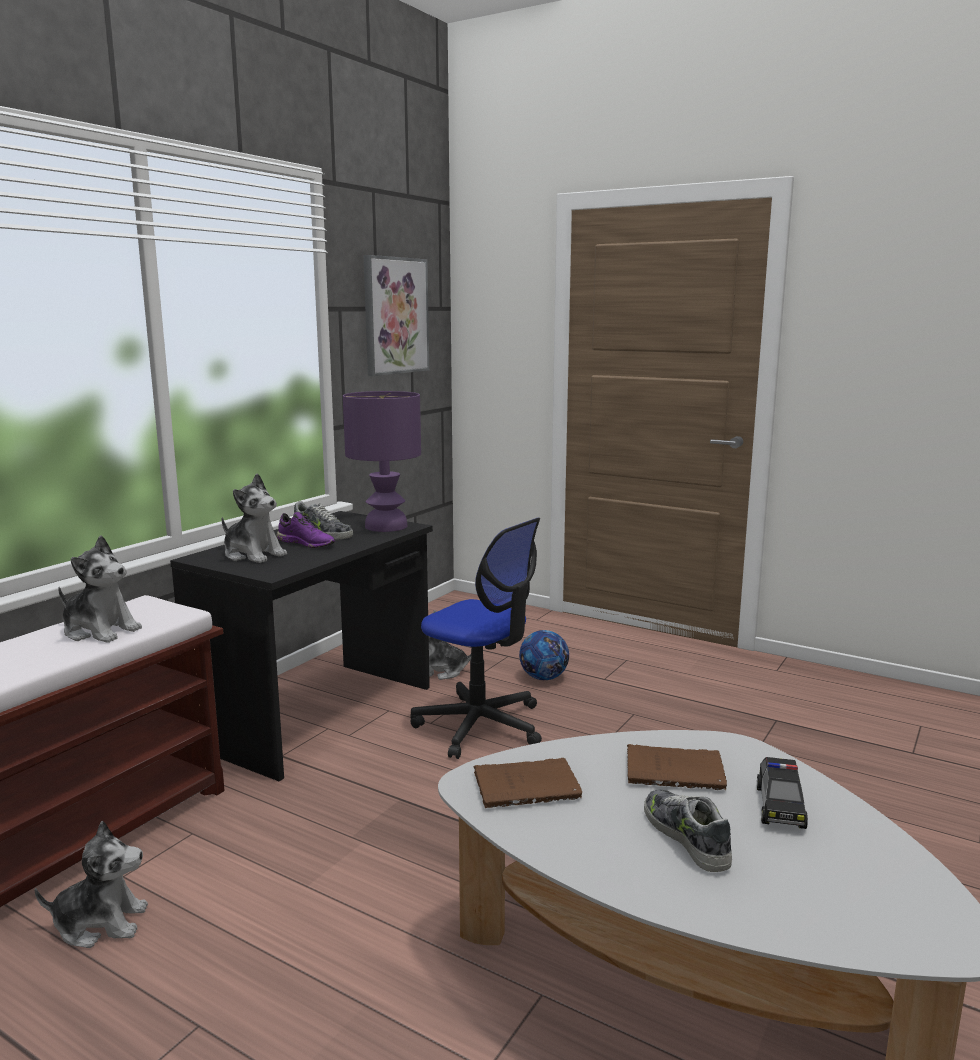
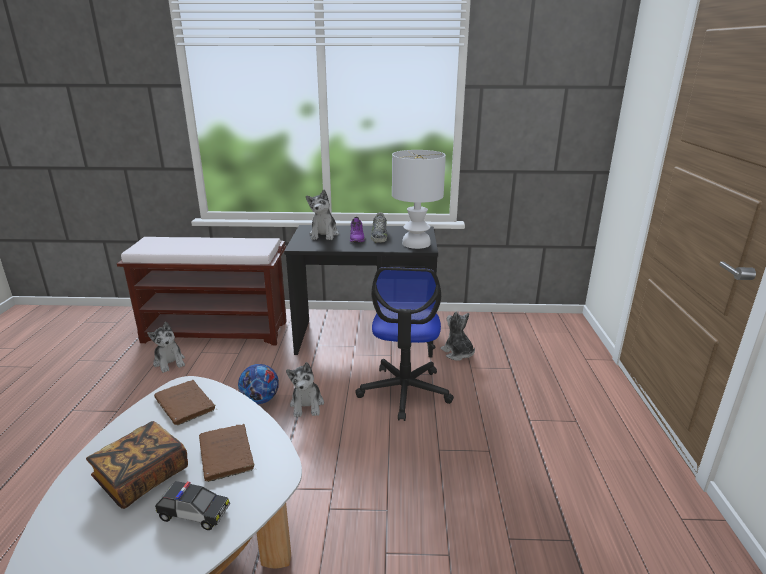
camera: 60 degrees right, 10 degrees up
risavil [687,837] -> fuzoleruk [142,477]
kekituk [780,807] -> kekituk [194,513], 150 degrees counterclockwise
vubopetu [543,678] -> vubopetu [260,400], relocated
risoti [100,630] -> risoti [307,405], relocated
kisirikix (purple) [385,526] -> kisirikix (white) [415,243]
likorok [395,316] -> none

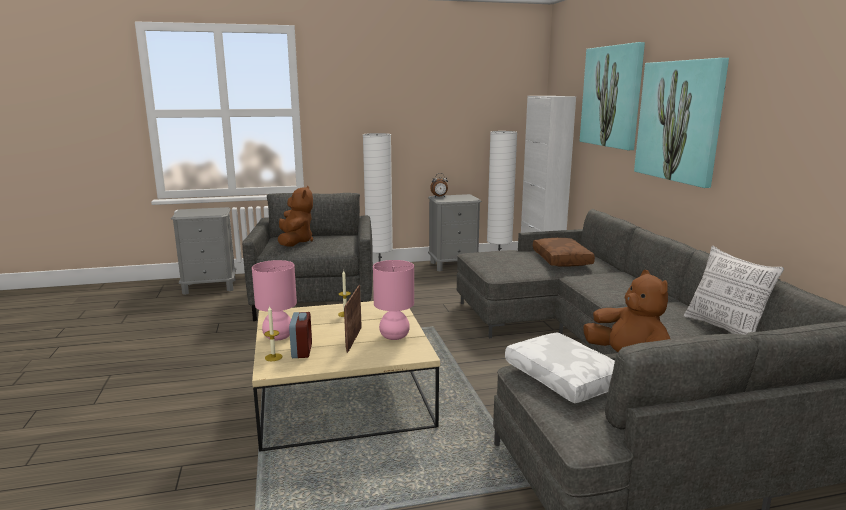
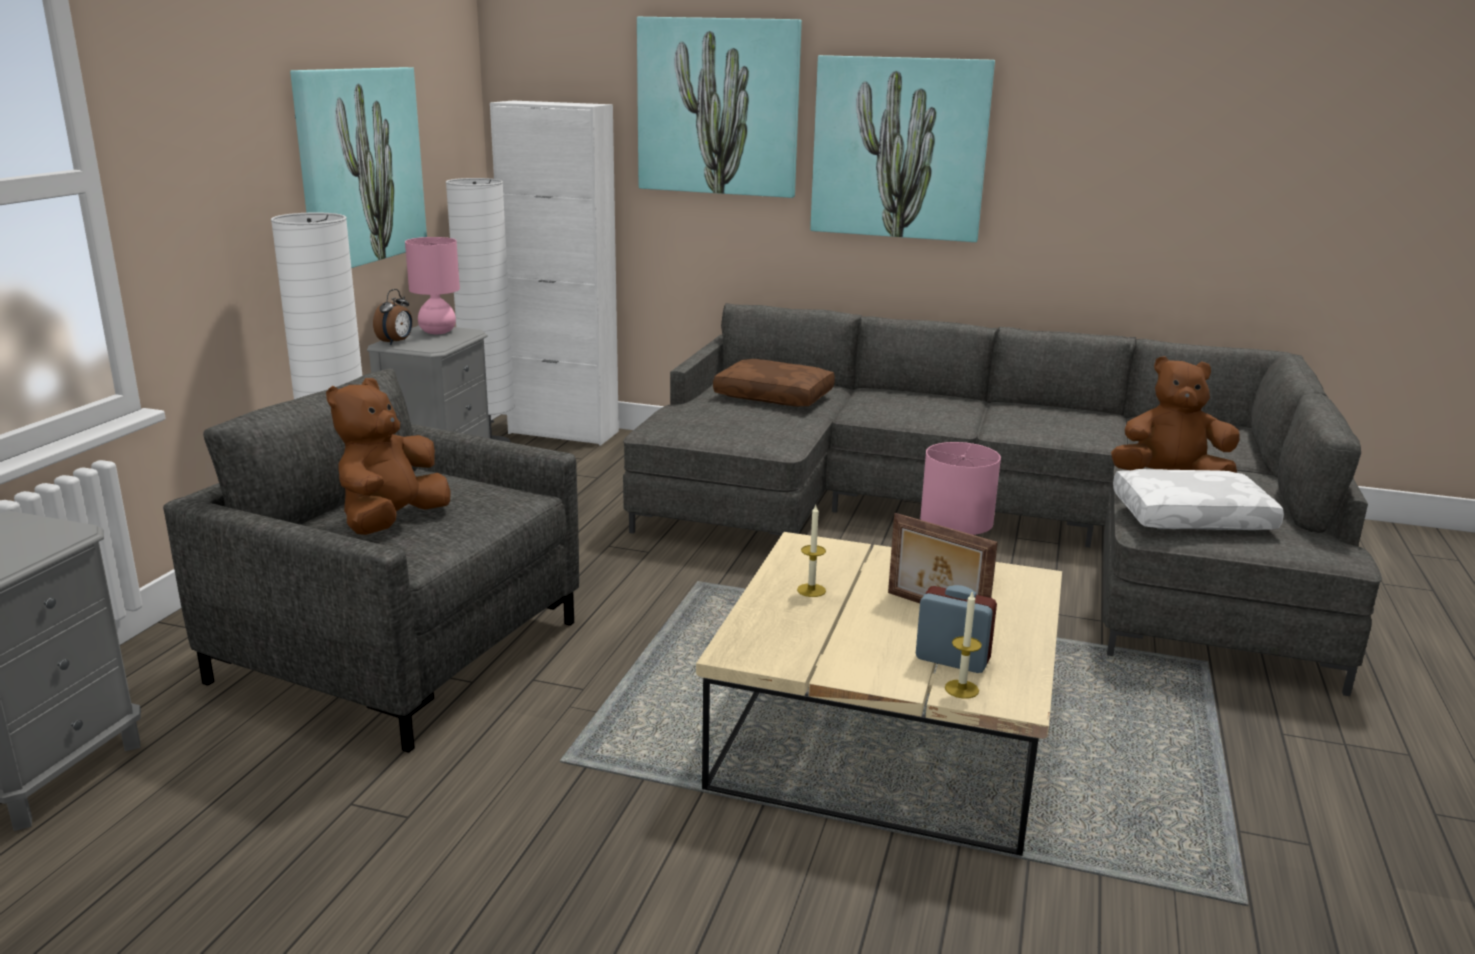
camera: 60 degrees left, 5 degrees up
none -> likorok [359,166]
risoti (brown) [295,242] -> risoti (brown) [392,523], 90 degrees counterclockwise
kisirikix (pink) [278,337] -> kisirikix (pink) [437,332], relocated
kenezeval [724,329] -> none

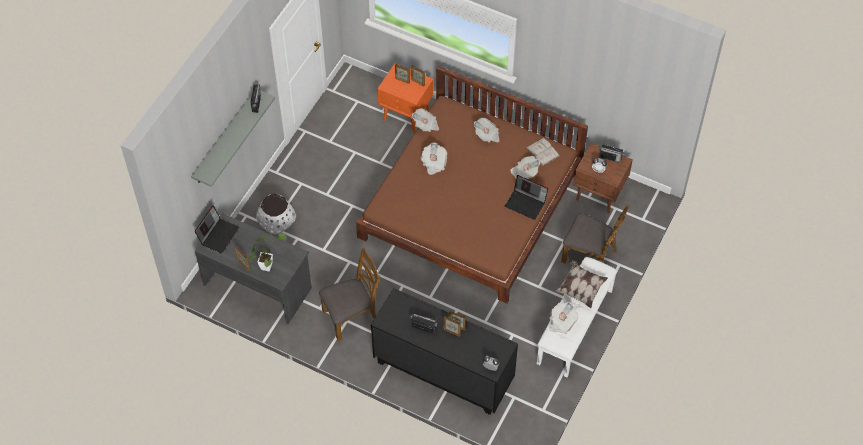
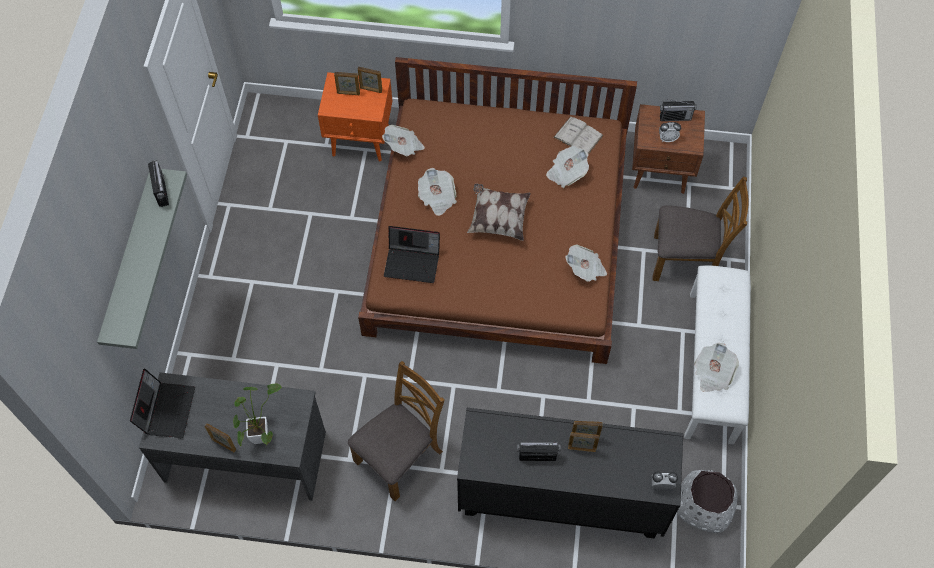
camera: 20 degrees left, 5 degrees up
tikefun [526,203] -> tikefun [413,262], relocated
kenezeval [580,288] -> kenezeval [498,218], relocated
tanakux [487,135] -> tanakux [585,269], relocated
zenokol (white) [276,219] -> zenokol (white) [705,504], relocated

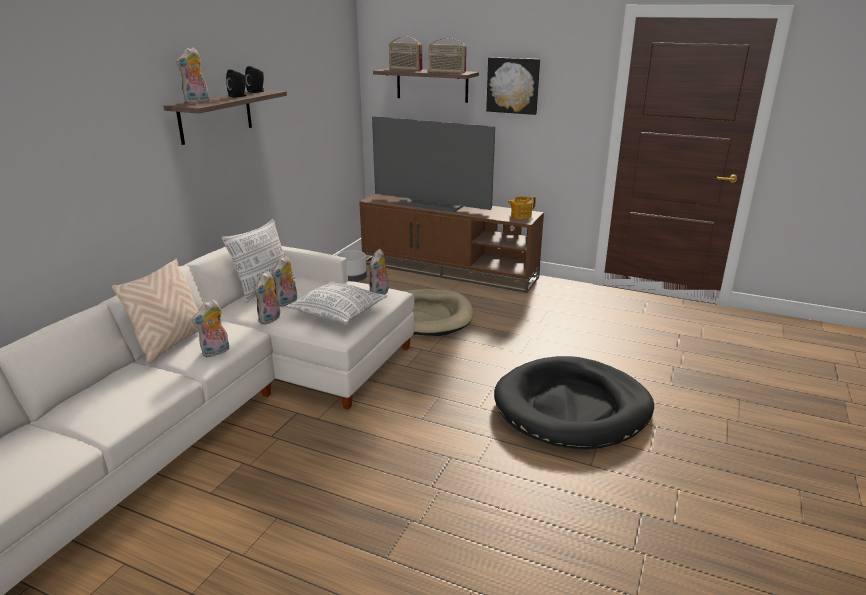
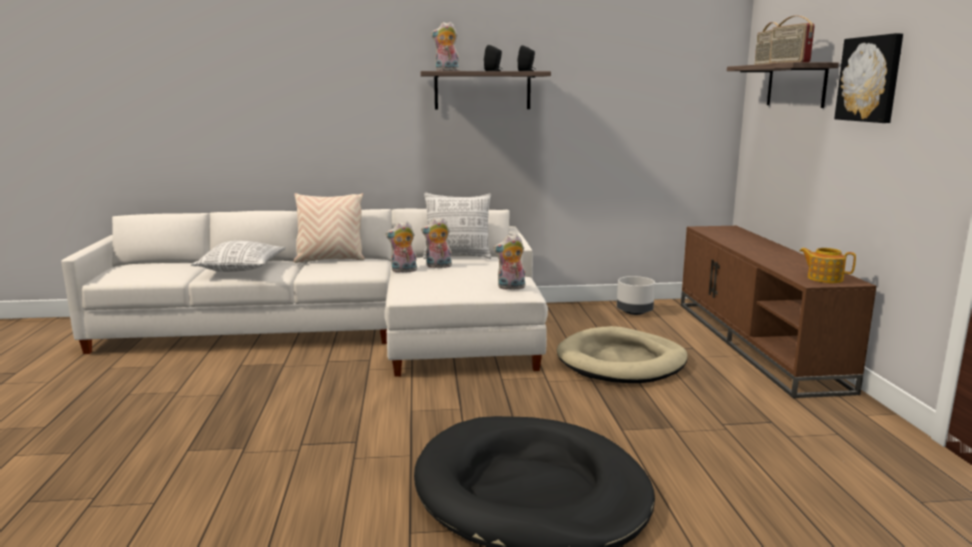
camera: 60 degrees right, 10 degrees down
kenezeval [338,313] -> kenezeval [241,268], relocated
risoti [216,352] -> none
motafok [432,204] -> none

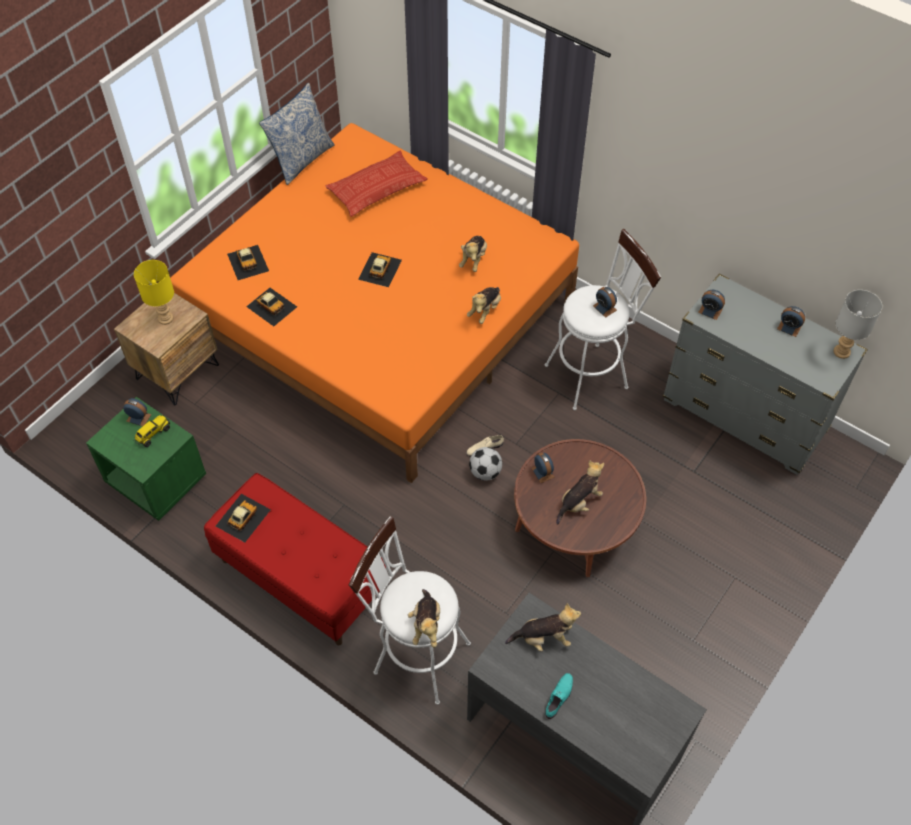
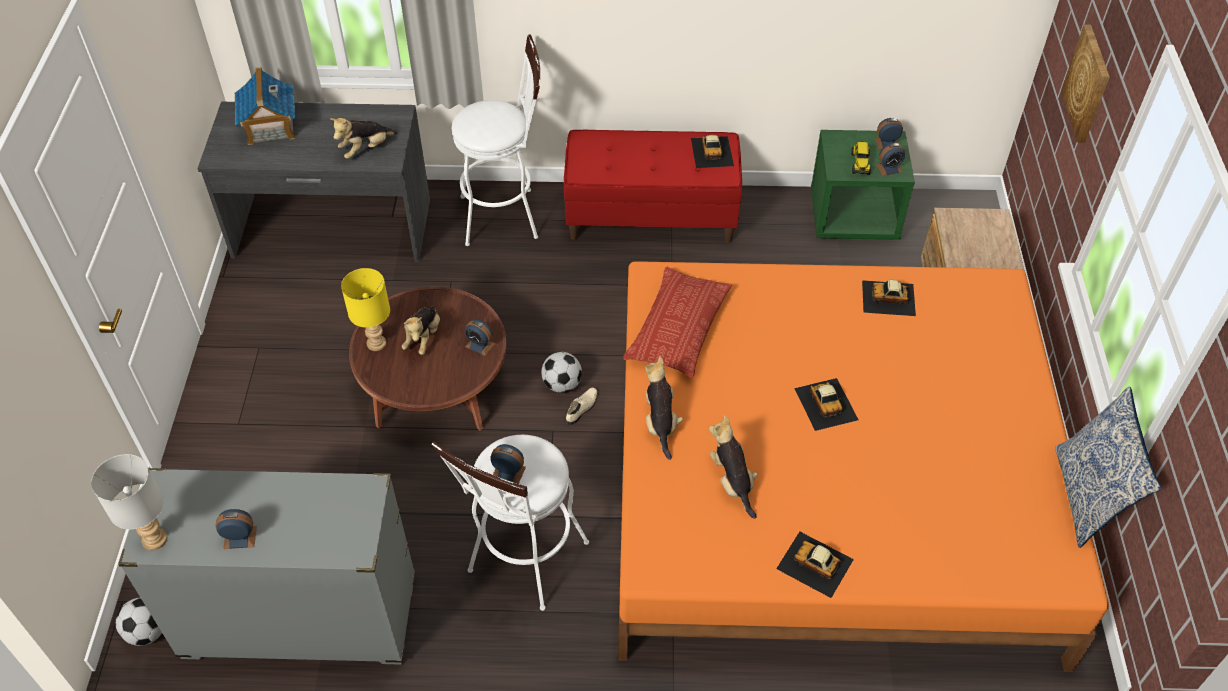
camera: 145 degrees right, 5 degrees down
none -> vubopetu [147,632]
none -> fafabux [270,127]
kisirikix (yellow) [165,318] -> kisirikix (yellow) [377,343], relocated
kenezeval [376,188] -> kenezeval [678,328], relocated
kekituk [248,262] -> kekituk [815,564], relocated
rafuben [710,311] -> rafuben [887,143], relocated
none -> likorok [1088,84]
risoti [426,625] -> none
risavil (turquoise) [559,697] -> none

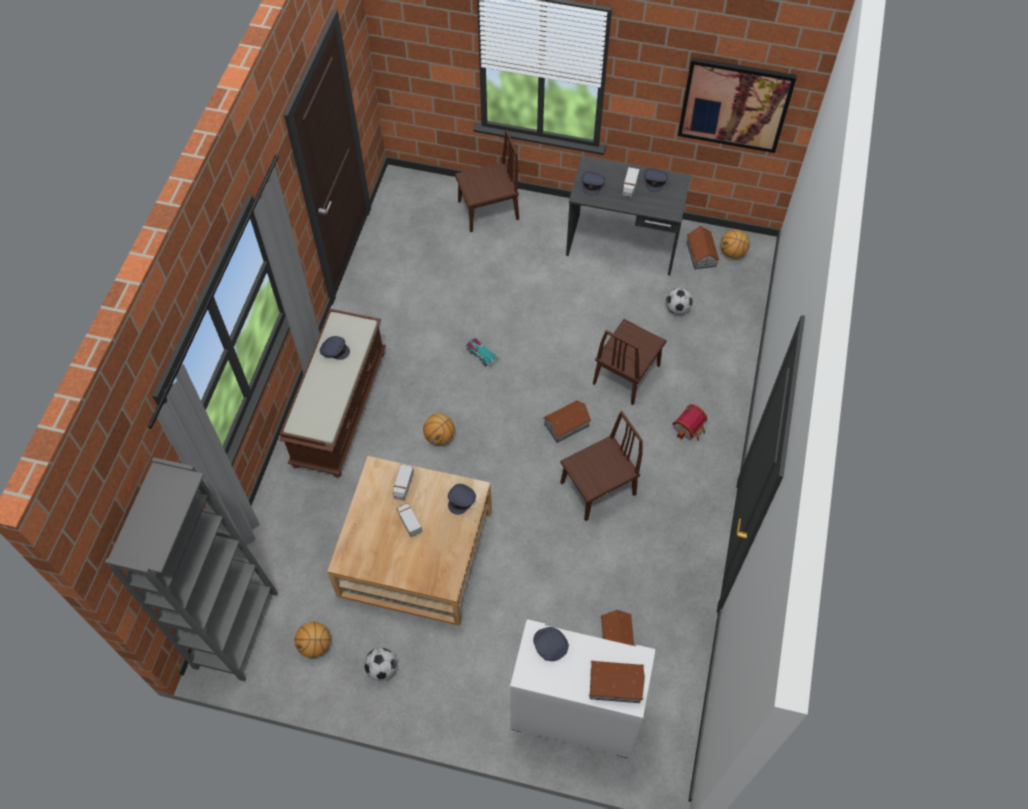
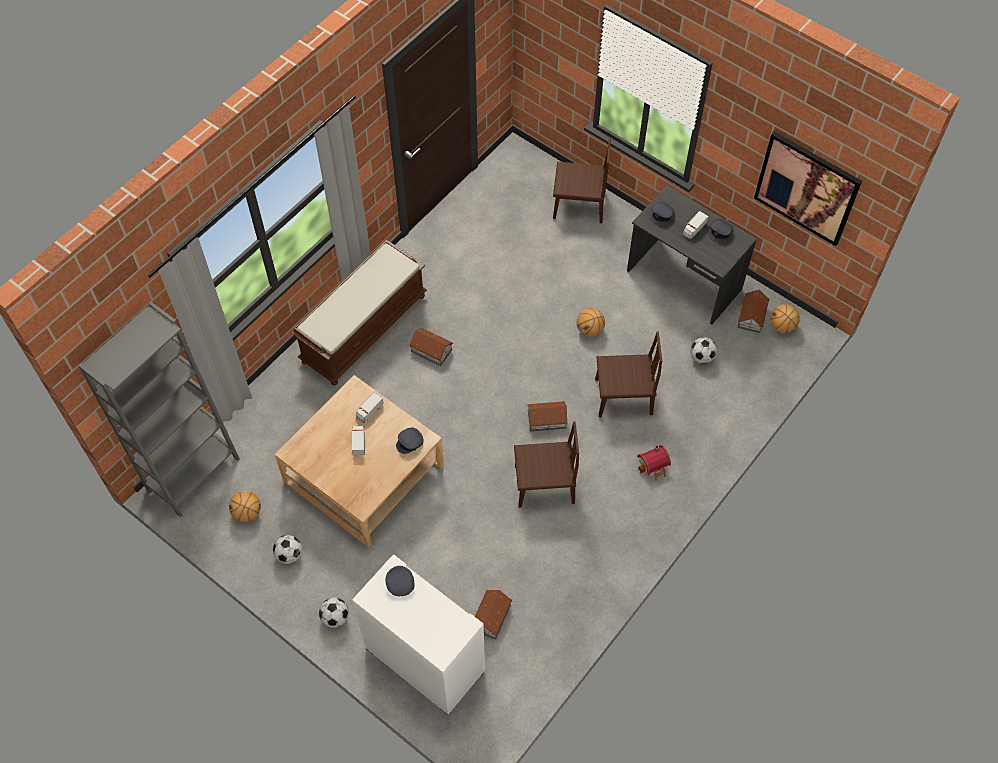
camera: 25 degrees right, 0 degrees up
none -> vubopetu [335,617]
fafabux [614,684] -> fafabux [431,350], relocated
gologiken [440,437] -> gologiken [590,330], relocated
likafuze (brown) [626,374] -> likafuze (brown) [623,397], 150 degrees counterclockwise
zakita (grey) [334,350] -> none
kekituk [481,354] -> none

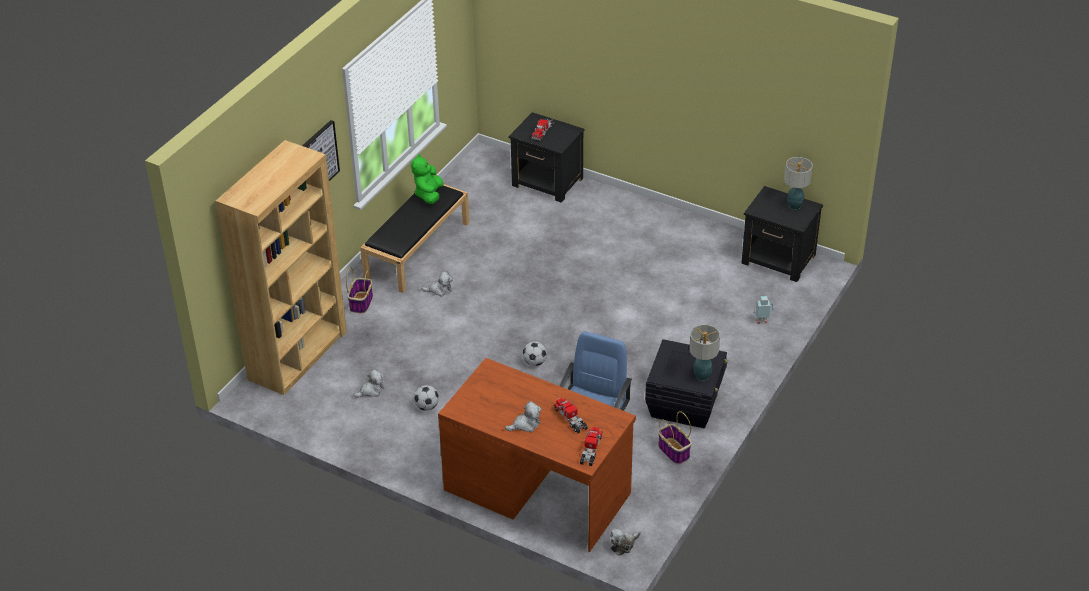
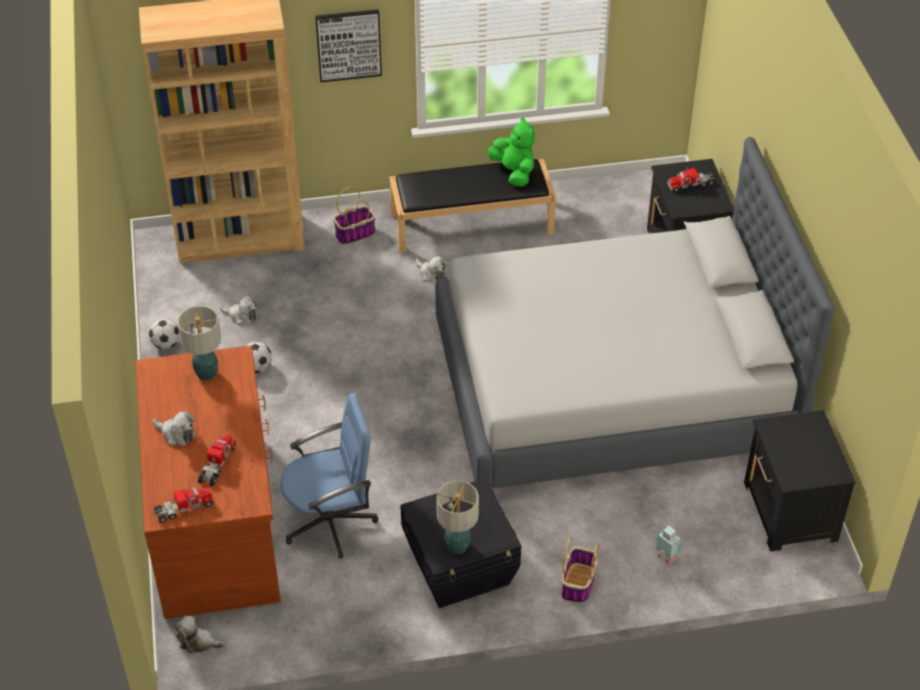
camera: 50 degrees right, 5 degrees up
vubopetu [535,362] -> vubopetu [166,344], relocated
kisirikix [794,206] -> kisirikix [206,374], relocated
none -> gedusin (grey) [613,387]
risoti (green) [429,195] -> risoti (green) [514,172], 90 degrees clockwise
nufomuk [674,451] -> nufomuk [578,584], relocated

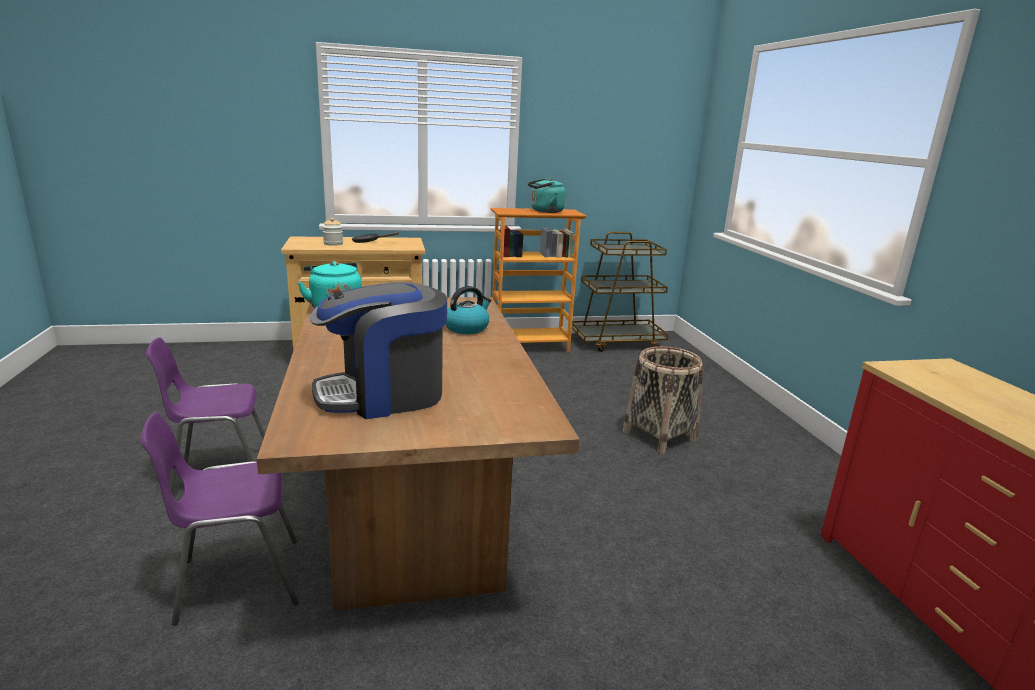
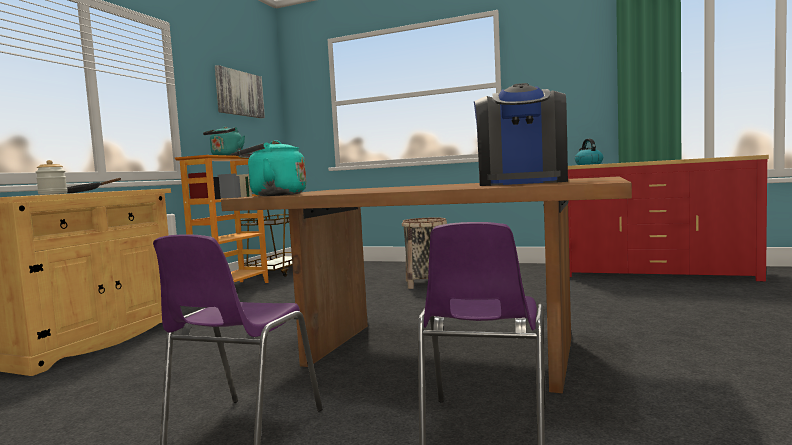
camera: 55 degrees left, 15 degrees down
none -> likorok [239,93]
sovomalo [467,328] -> sovomalo [588,164], relocated

